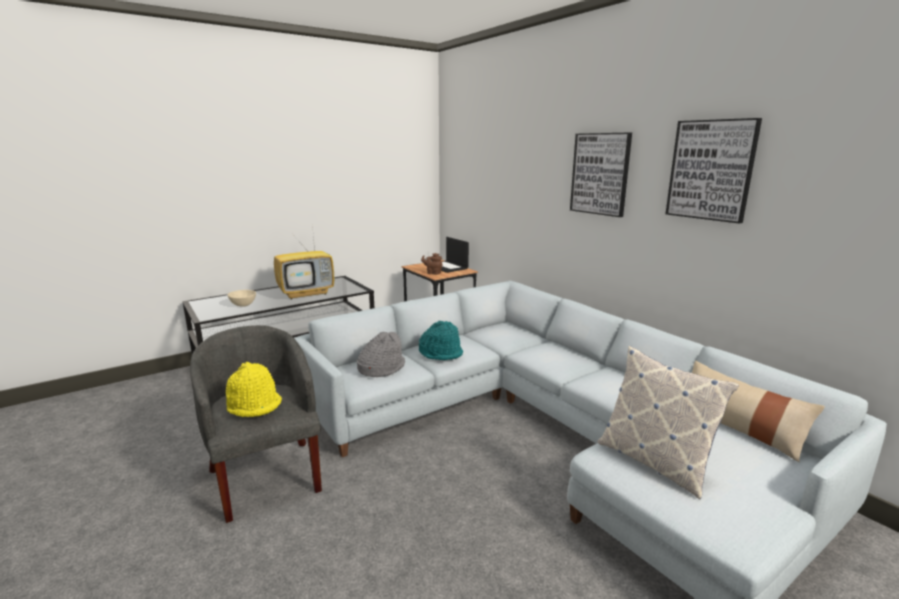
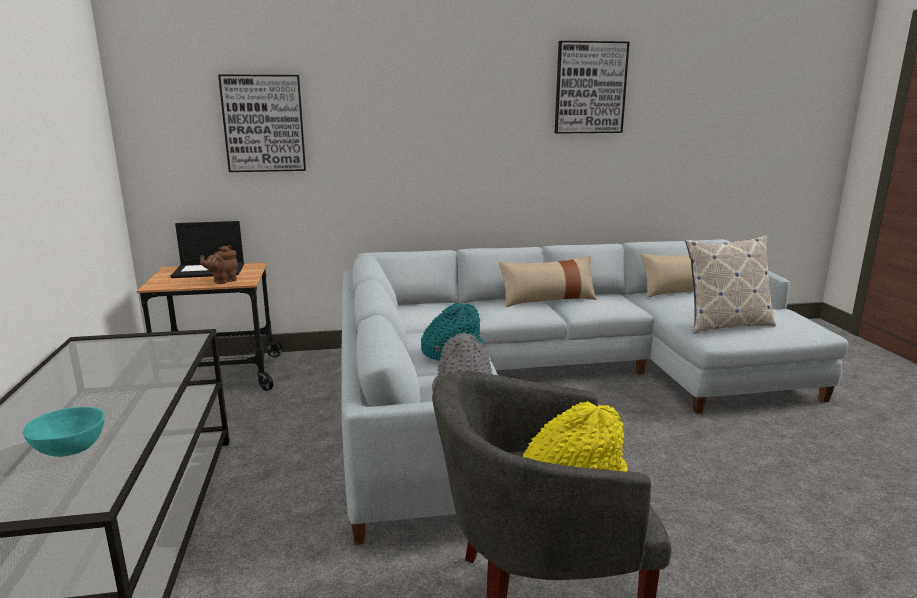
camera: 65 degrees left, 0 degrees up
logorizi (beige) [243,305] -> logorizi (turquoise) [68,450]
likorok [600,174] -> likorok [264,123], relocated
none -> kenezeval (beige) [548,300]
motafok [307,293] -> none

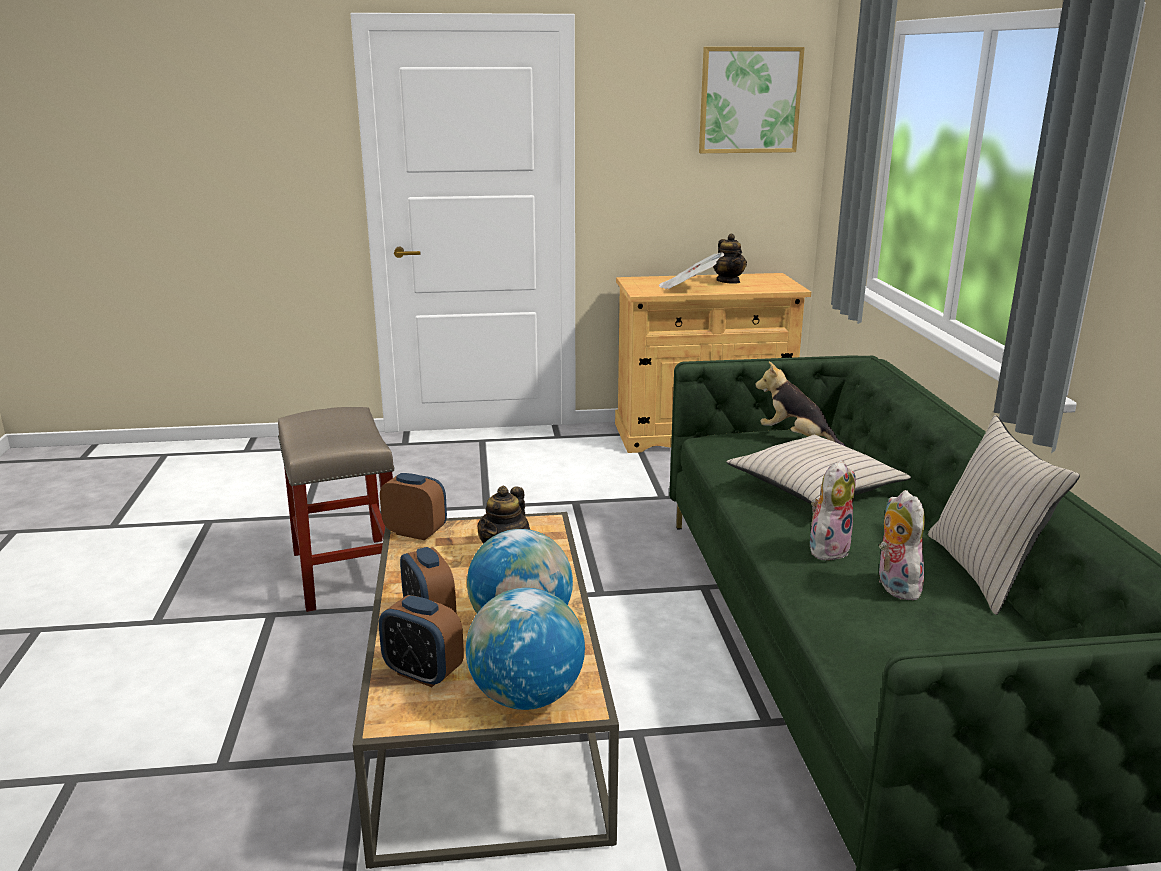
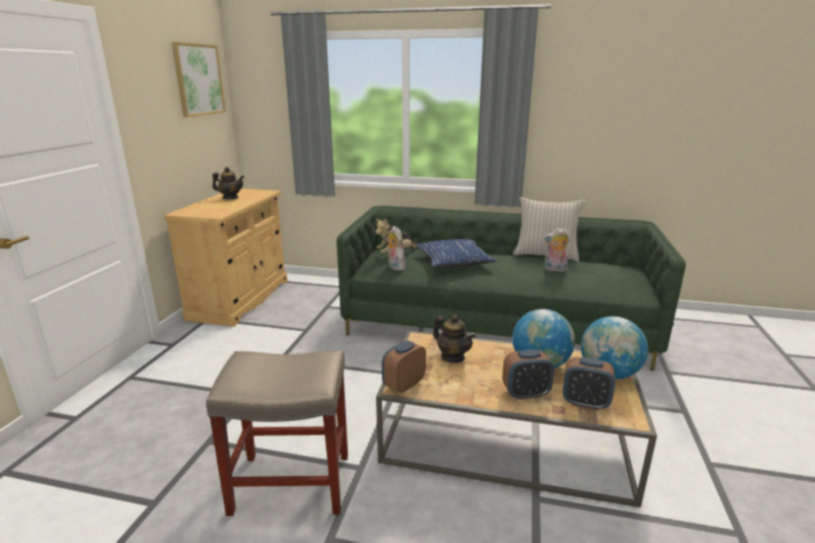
camera: 70 degrees left, 0 degrees up
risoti [828,548] -> risoti [395,267], relocated
kenezeval (beige) [815,487] -> kenezeval (blue) [454,261]
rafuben [423,673] -> rafuben [585,403], 60 degrees clockwise
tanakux [689,288] -> none

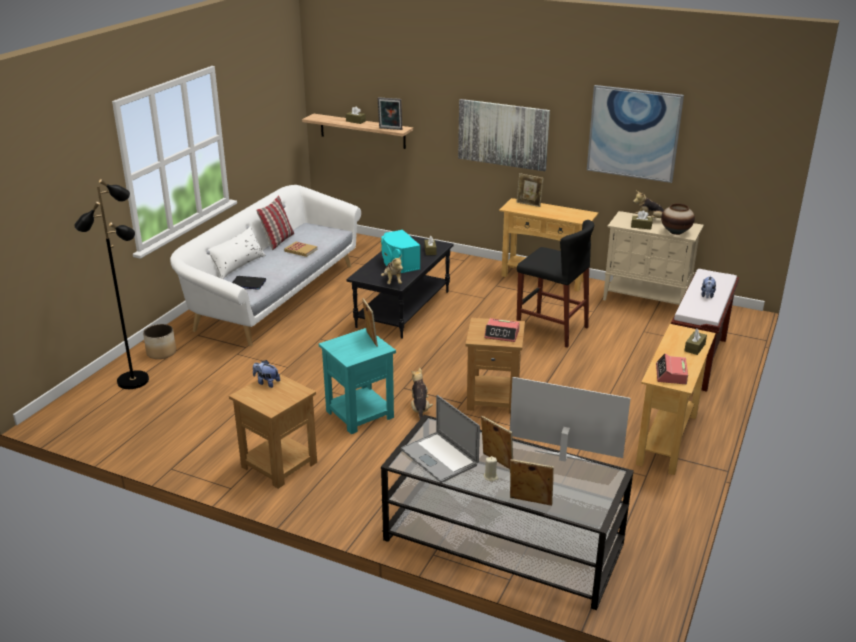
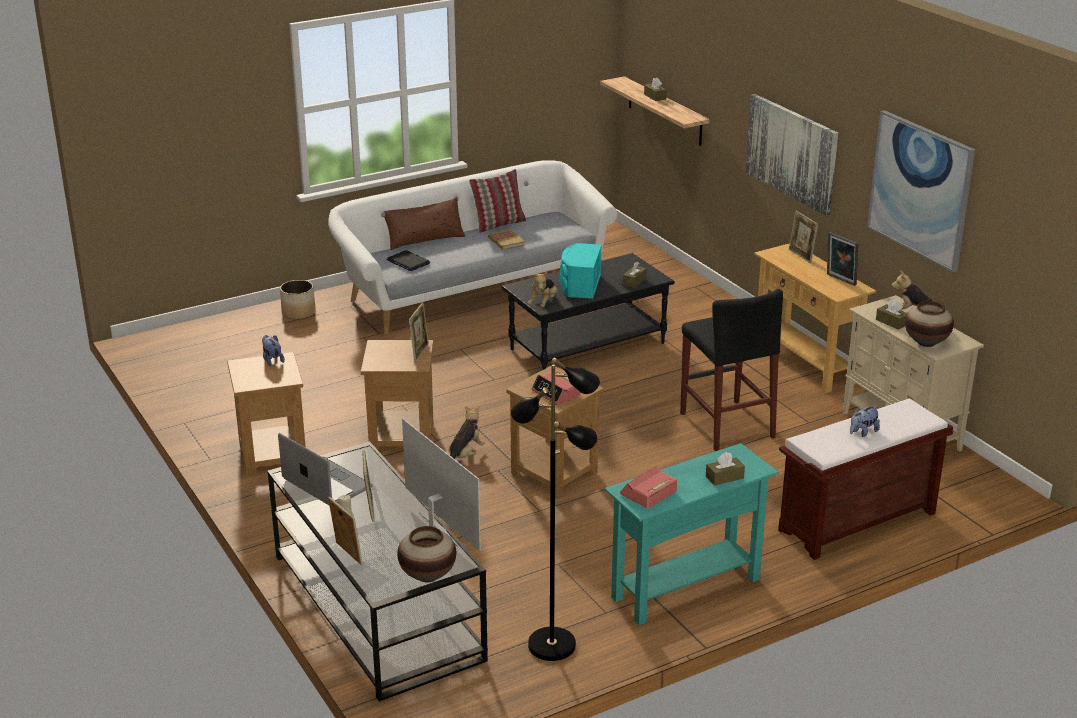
camera: 35 degrees right, 0 degrees up
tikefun [439,457] -> tikefun [327,483], 135 degrees clockwise
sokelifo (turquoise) [359,414] -> sokelifo (brown) [401,438]
kenezeval (white) [238,265] -> kenezeval (brown) [424,239]
none -> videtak [428,575]
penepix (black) [133,380] -> penepix (black) [552,644], relocated
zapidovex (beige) [667,439] -> zapidovex (turquoise) [686,588]
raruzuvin [390,129] -> raruzuvin [840,280], relocated

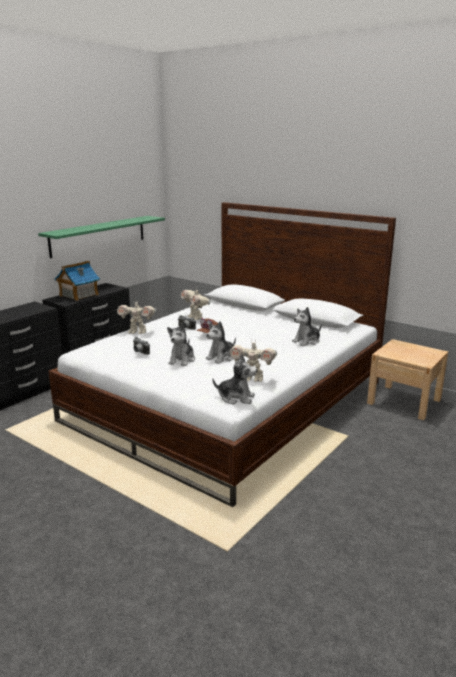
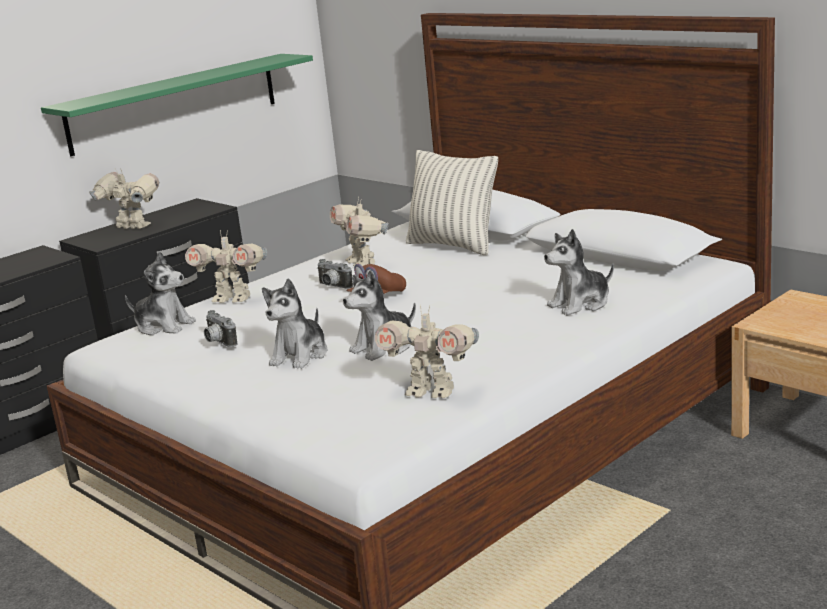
camera: 10 degrees right, 0 degrees up
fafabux [78,295] -> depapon [132,228]
risoti [236,398] -> risoti [164,326], relocated
none -> kenezeval [453,245]

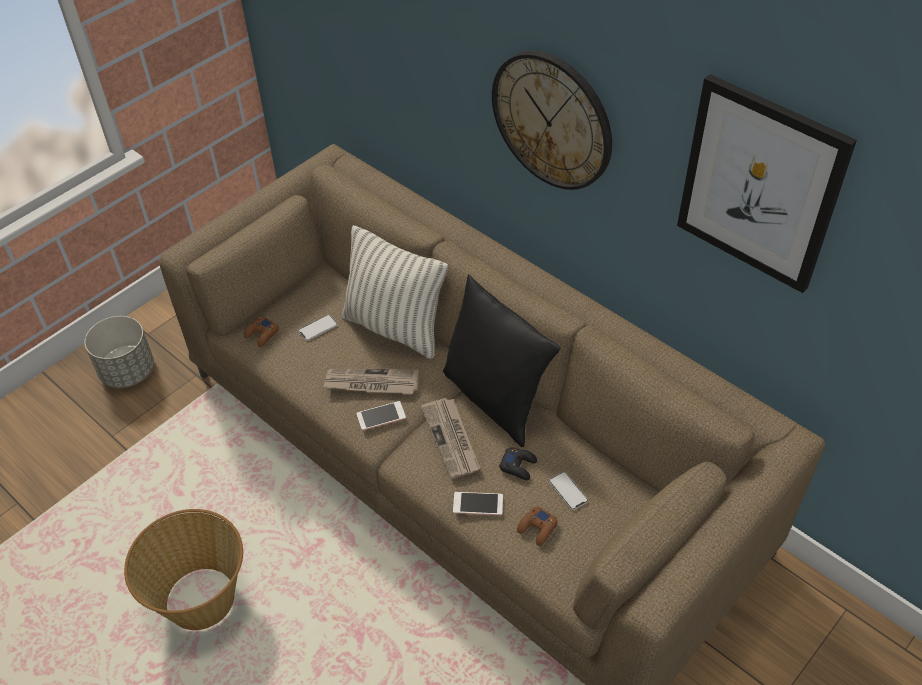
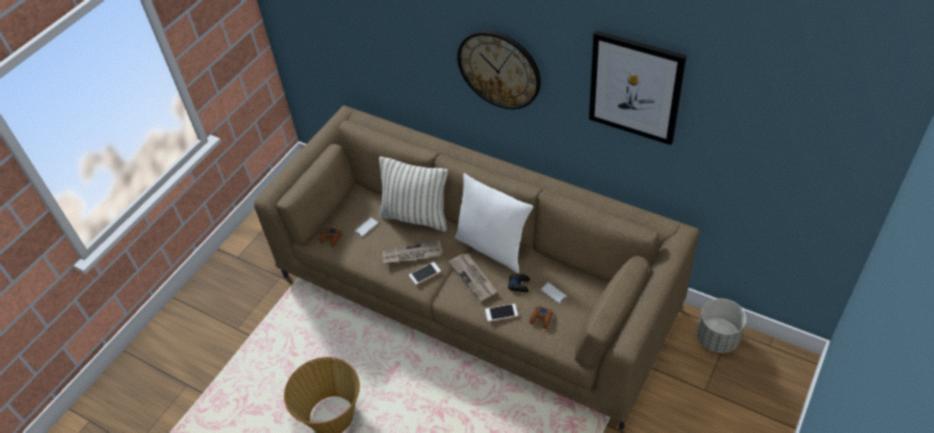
camera: 10 degrees left, 0 degrees up
kenezeval (black) [495,399] -> kenezeval (white) [493,248]
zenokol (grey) [128,371] -> zenokol (grey) [717,338], relocated

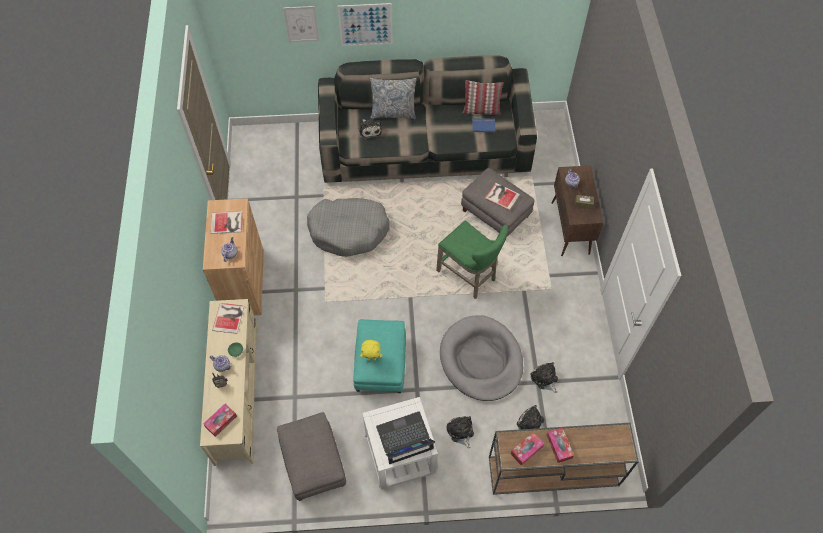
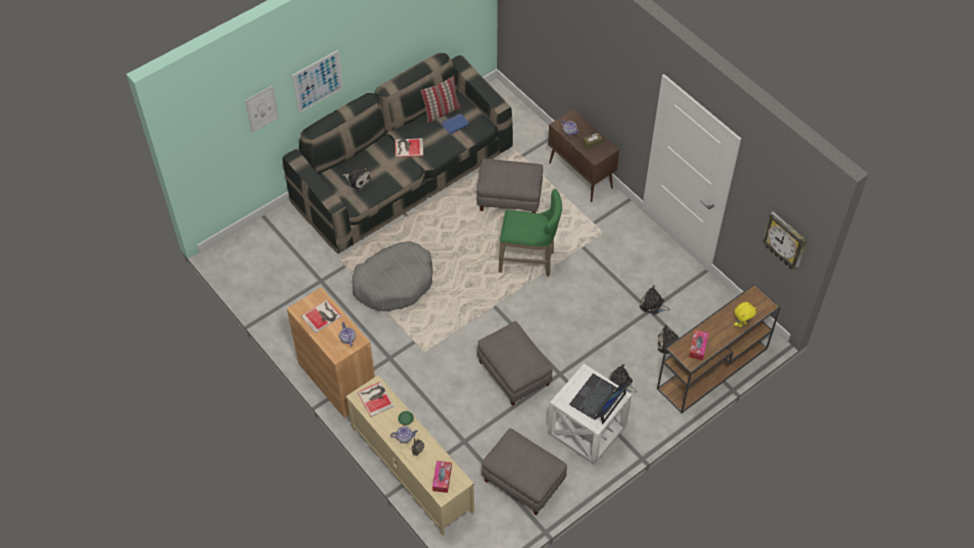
camera: 35 degrees left, 5 degrees down
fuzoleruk [501,195] -> fuzoleruk [408,147], relocated
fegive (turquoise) [381,364] -> fegive (grey) [514,373]
risoti (yellow) [371,358] -> risoti (yellow) [741,323], relocated
none -> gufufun [785,241]
kenezeval [393,112] -> none
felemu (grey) [481,360] -> none
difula [559,446] -> none

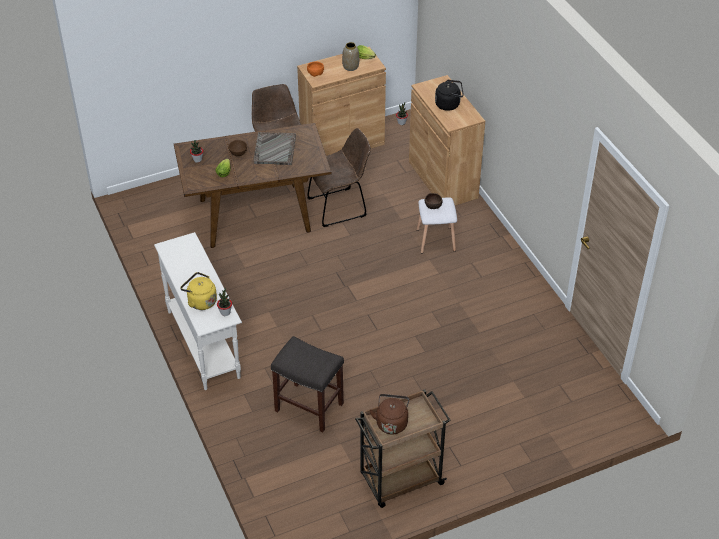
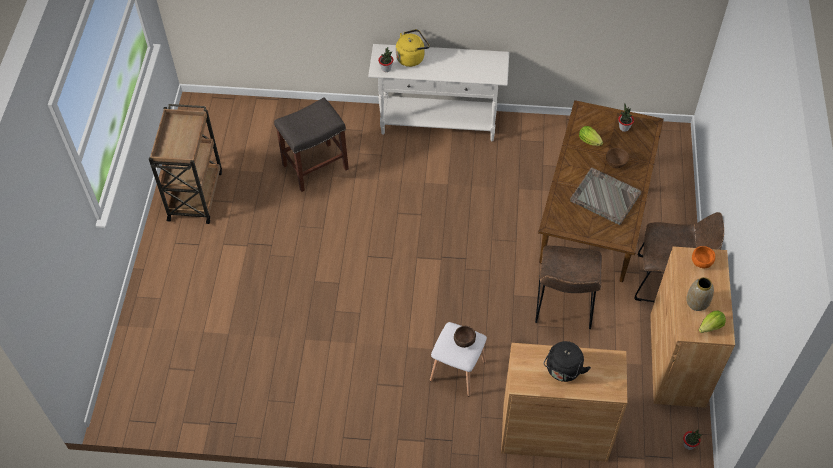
camera: 120 degrees right, 10 degrees up
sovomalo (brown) [391,422] -> none

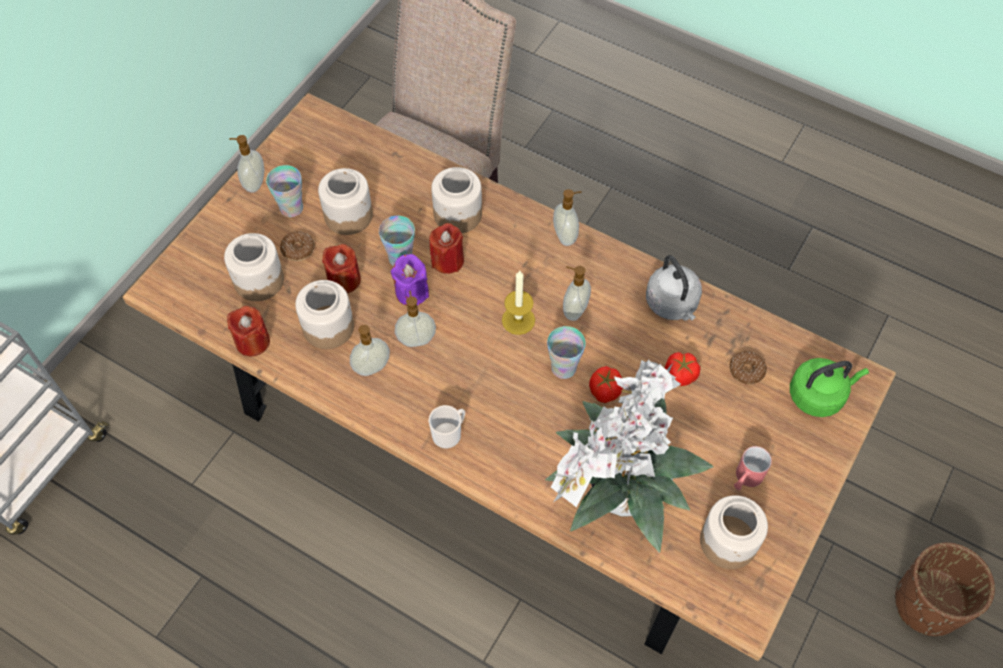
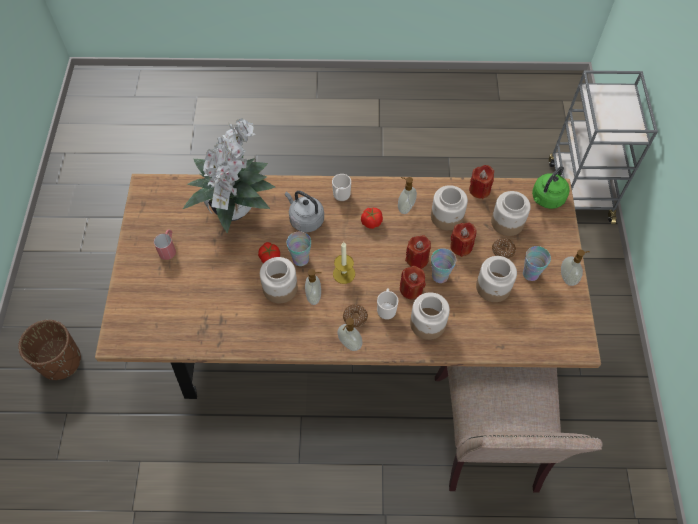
camera: 150 degrees right, 0 degrees up
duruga [729,541] -> duruga [280,288], relocated
sovomalo (grey) [672,305] -> sovomalo (grey) [305,219], relocated
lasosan [746,370] -> lasosan [355,317], relocated
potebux [680,375] -> potebux [371,222], relocated
none -> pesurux [386,309]
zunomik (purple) [411,292] -> zunomik (red) [417,259]
sovomalo (green) [818,395] -> sovomalo (green) [546,199], relocated
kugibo [416,339] -> none

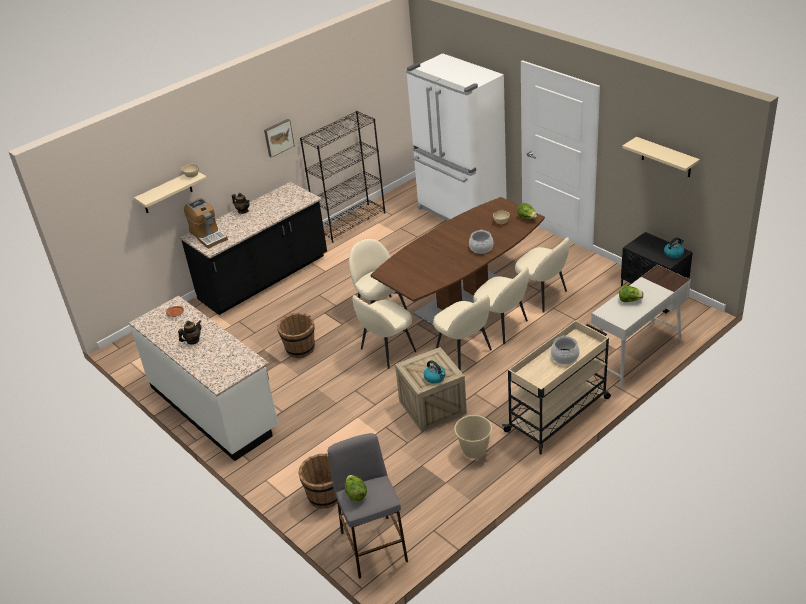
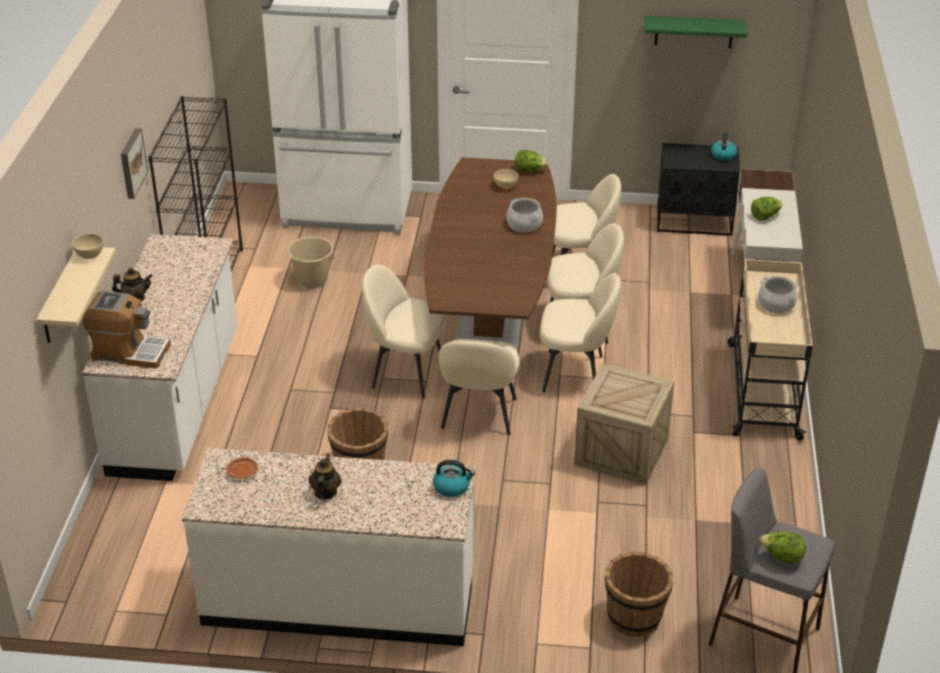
camera: 45 degrees left, 0 degrees up
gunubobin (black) [264,279] -> gunubobin (white) [177,403]
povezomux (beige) [474,450] -> povezomux (beige) [312,280], relocated
sovomalo [435,378] -> sovomalo [452,487], relocated
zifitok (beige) [666,157] -> zifitok (green) [694,32]

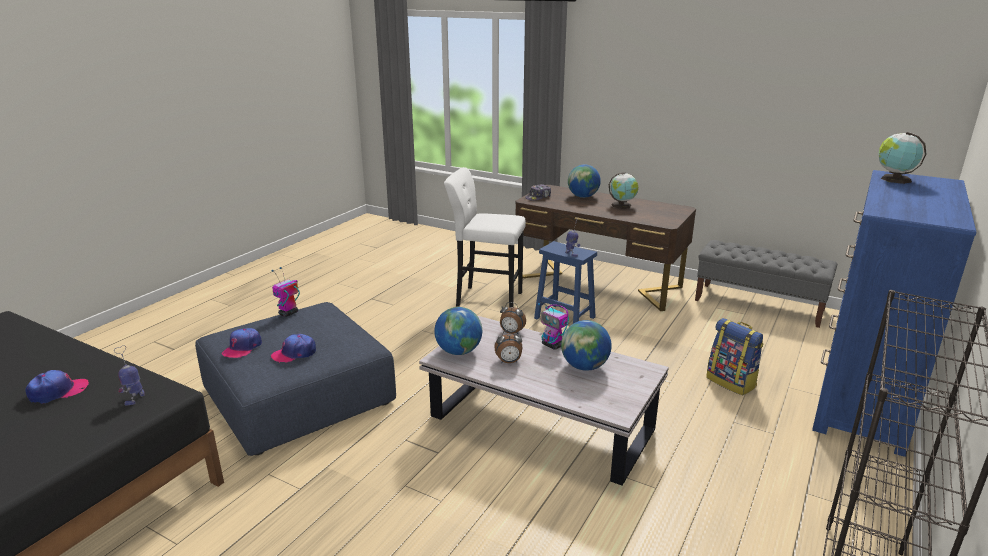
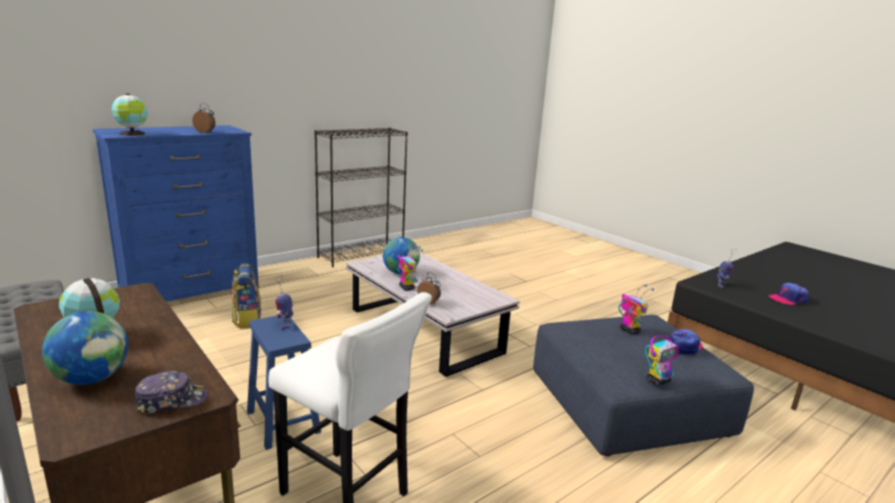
camera: 160 degrees left, 5 degrees down
rafuben [508,362] -> rafuben [205,132], relocated
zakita [294,353] -> depapon [629,330]
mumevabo [458,351] -> none

